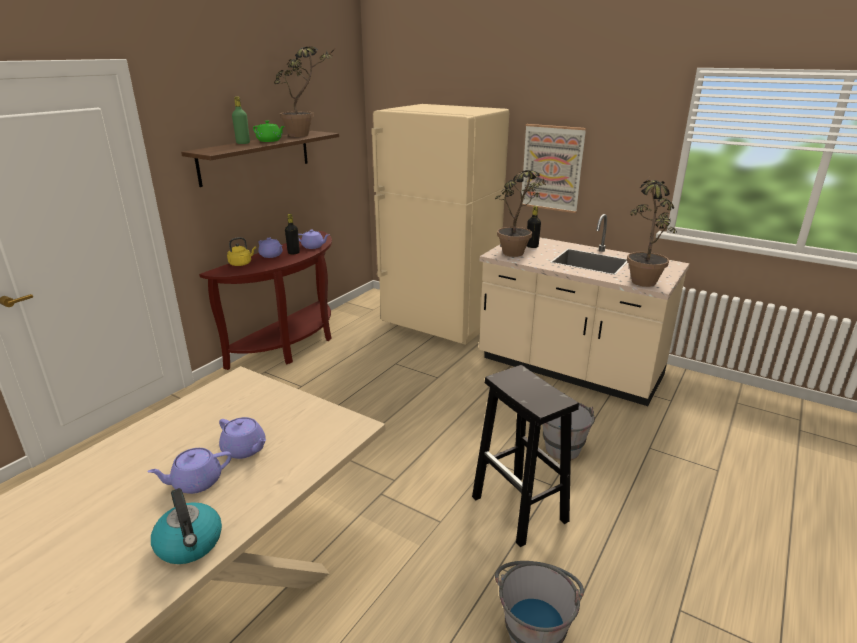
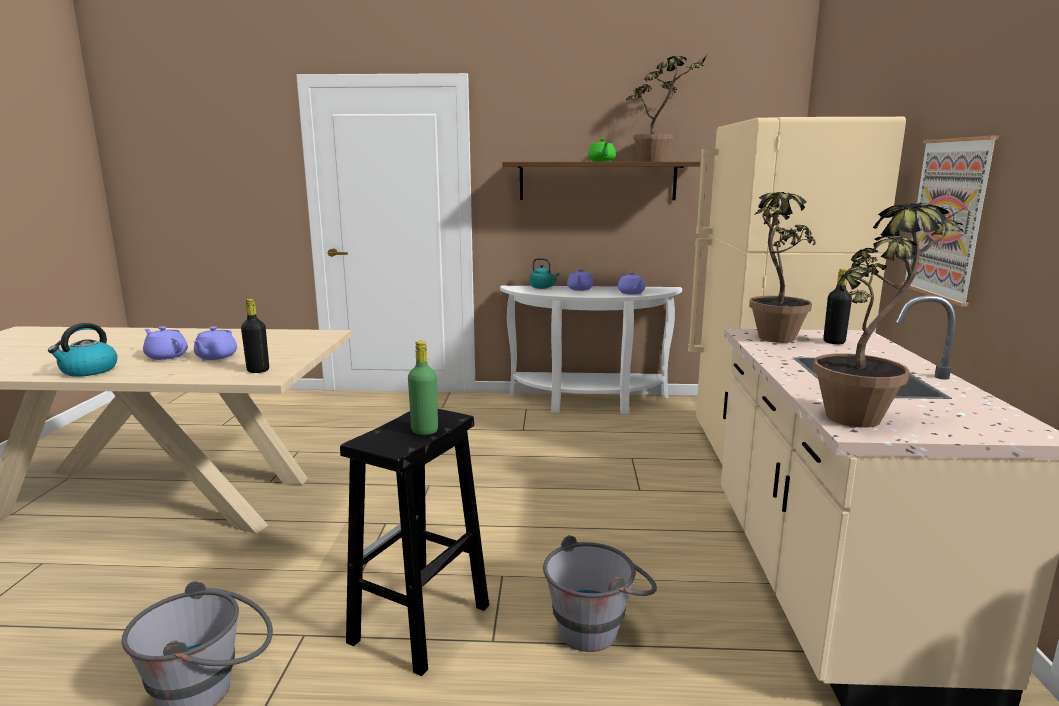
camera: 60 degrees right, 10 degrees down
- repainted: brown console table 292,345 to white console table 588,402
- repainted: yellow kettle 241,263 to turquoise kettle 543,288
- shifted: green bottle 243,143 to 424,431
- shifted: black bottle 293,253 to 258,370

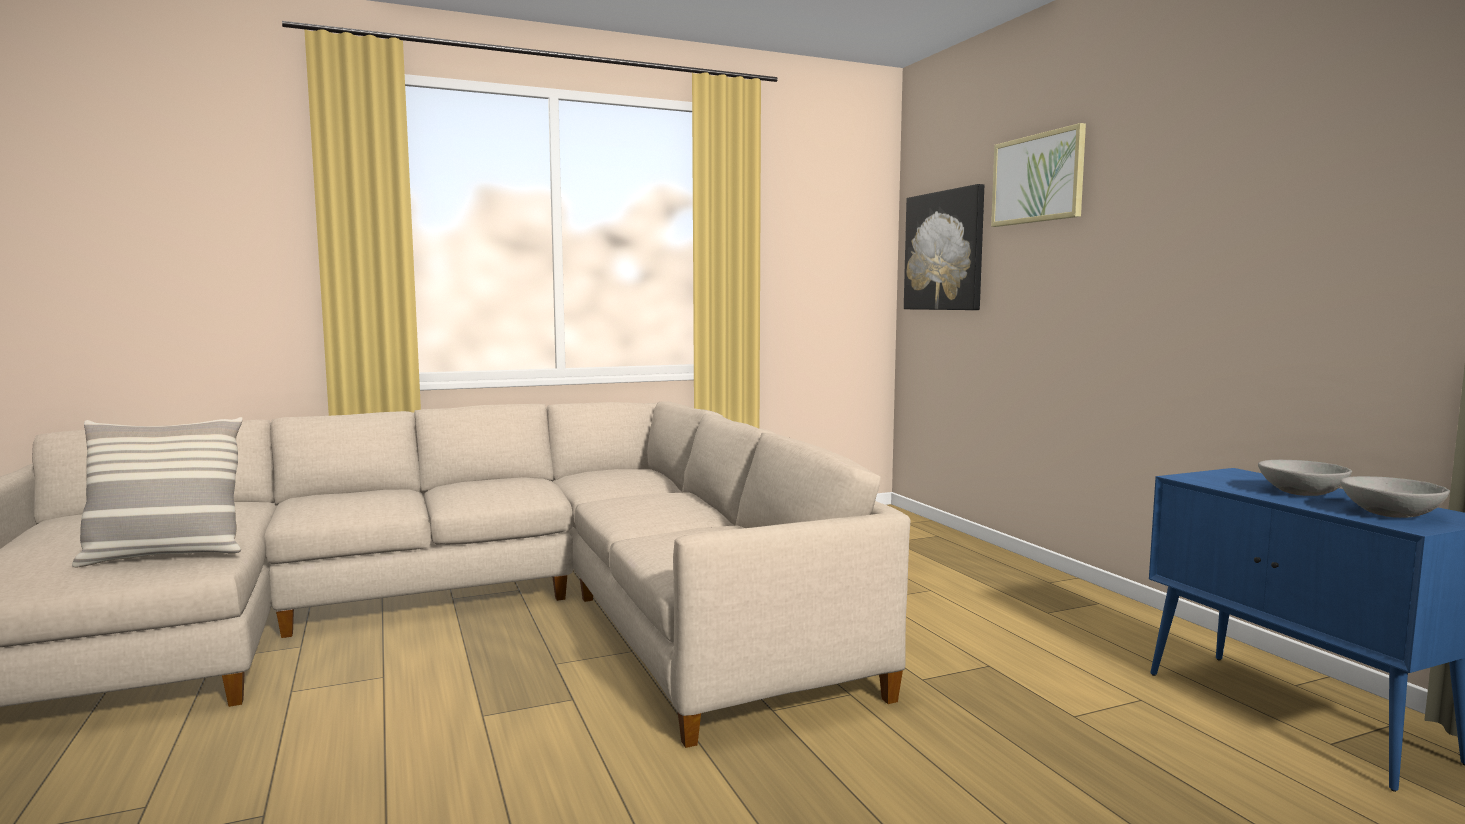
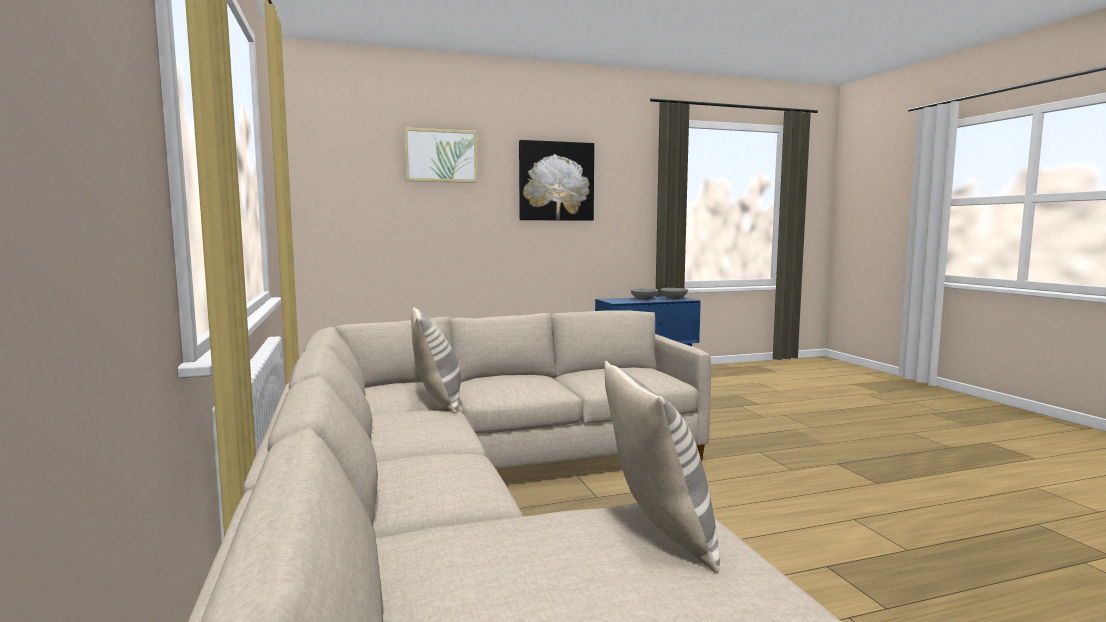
camera: 85 degrees left, 0 degrees up
- shifted: picture 944,251 to 556,181
- new: pillow 437,401

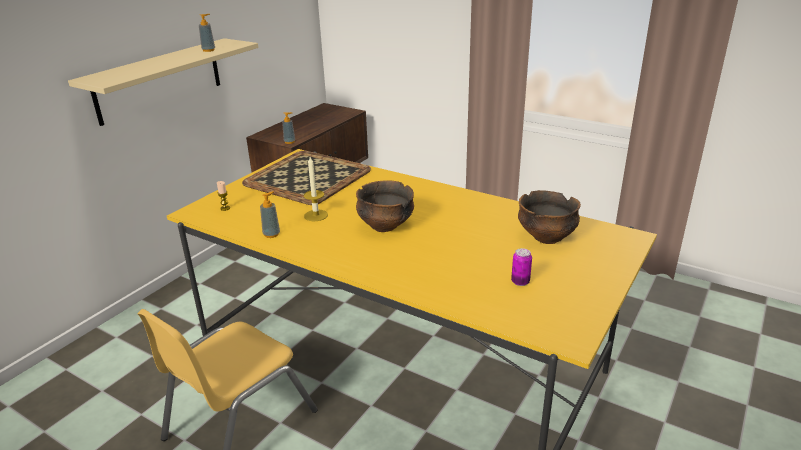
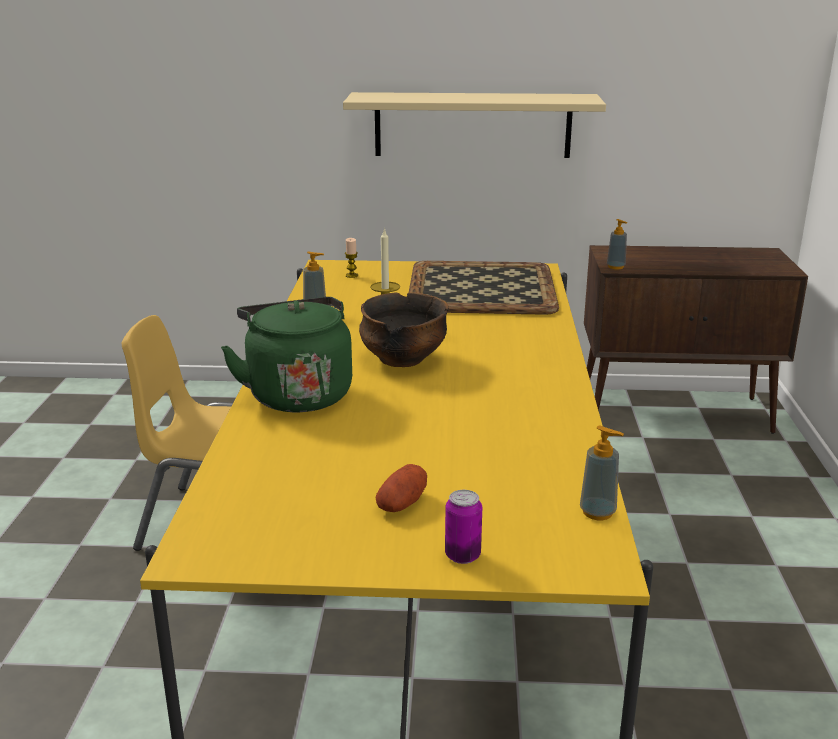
camera: 60 degrees right, 5 degrees down
- shifted: soap dispenser 208,50 to 597,512
- shifted: can 520,282 to 462,556
- gone: bowl 547,237
- new: green kettle 297,394
- new: potato 402,503

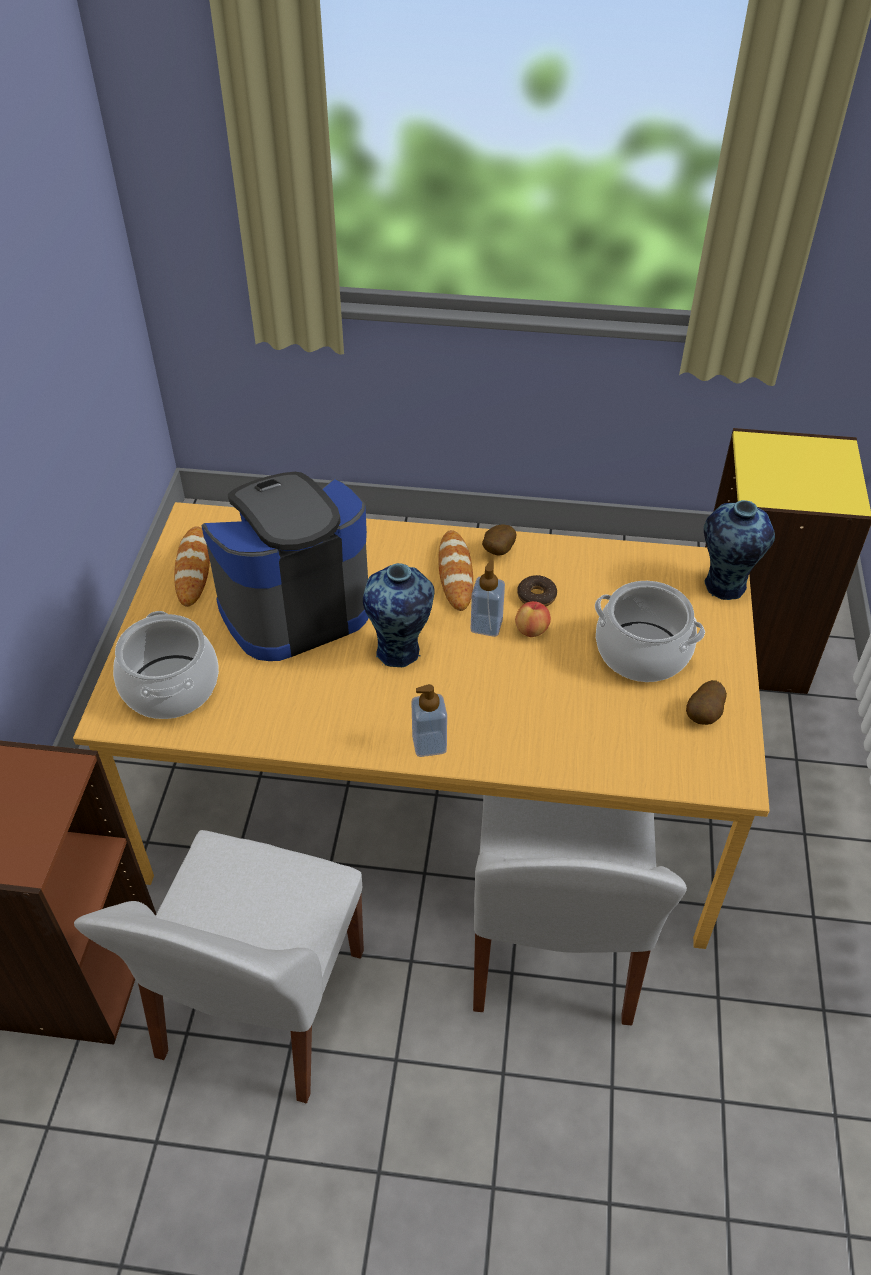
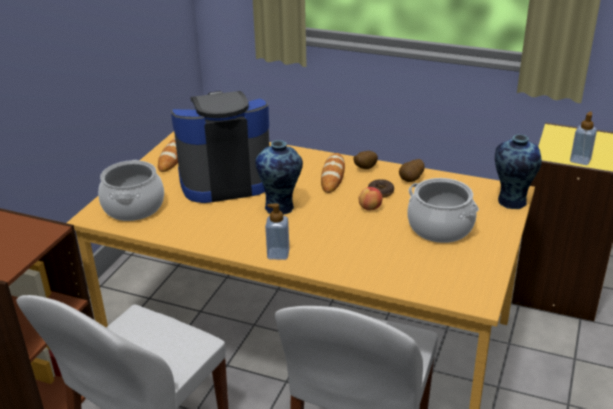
camera: 15 degrees right, 15 degrees down
- shifted: soap dispenser 486,626 to 580,160
- shifted: potato 704,715 to 411,180

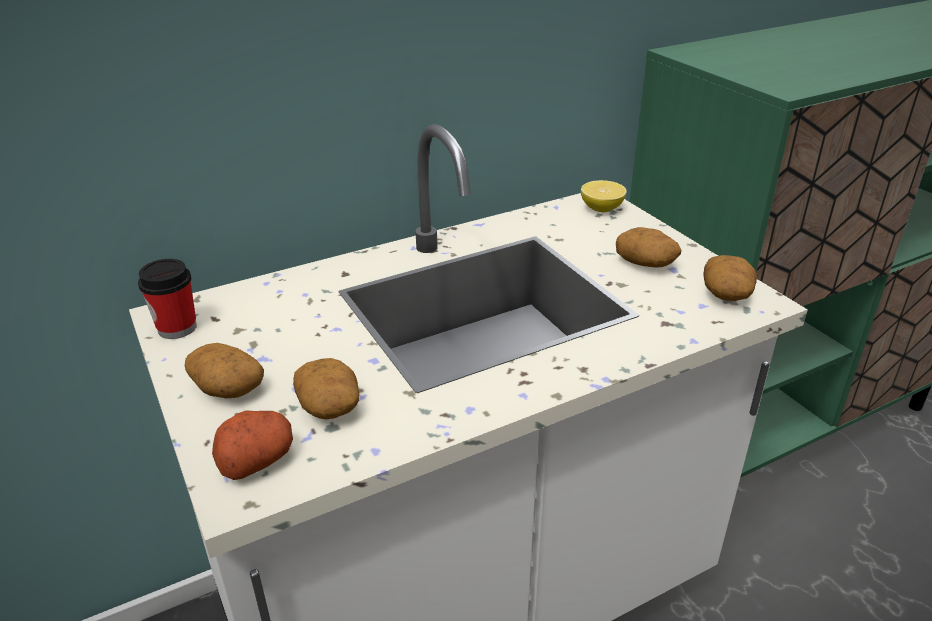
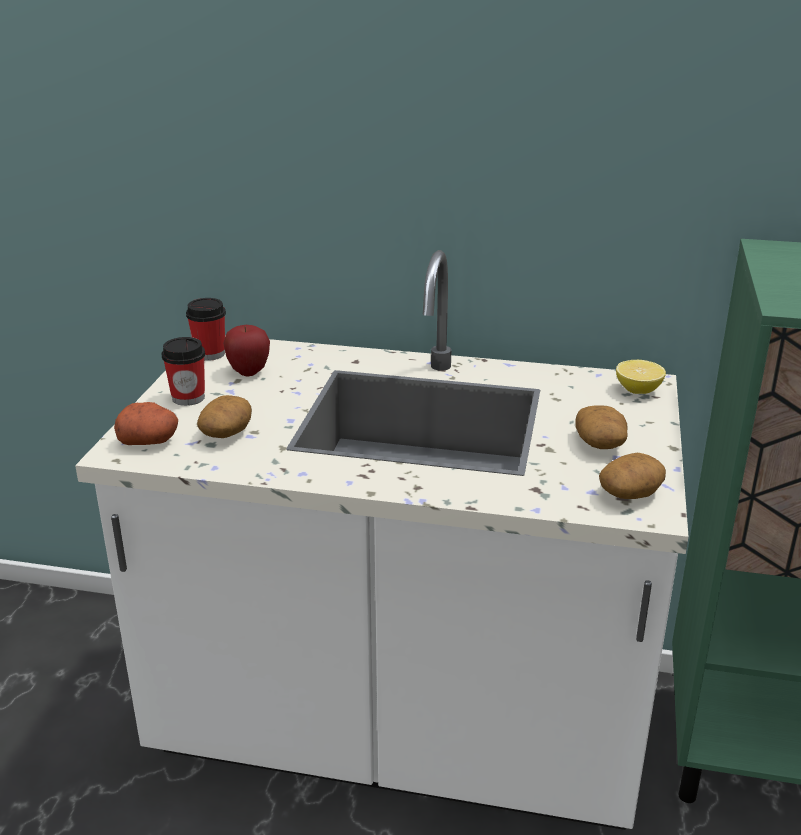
camera: 40 degrees right, 5 degrees down
- swapped: potato 226,388 to cup 188,398
- new: apple 249,372

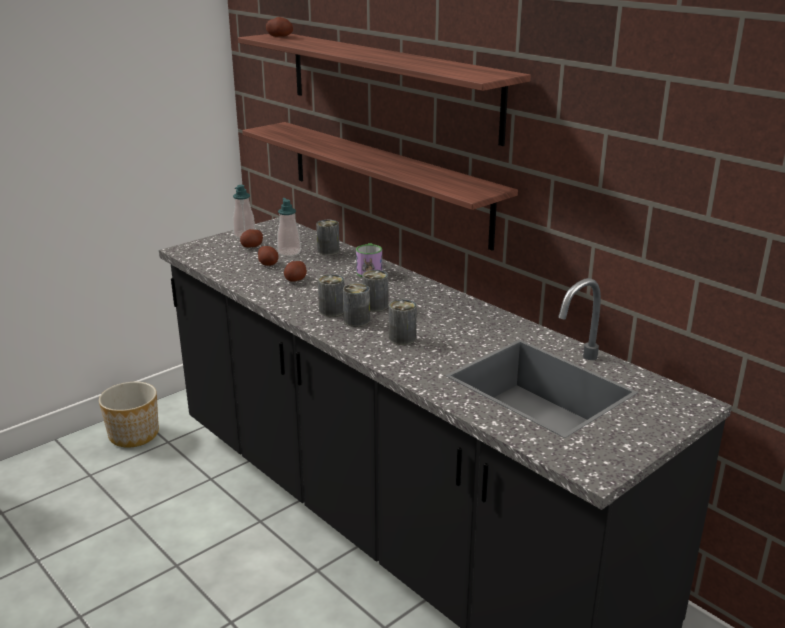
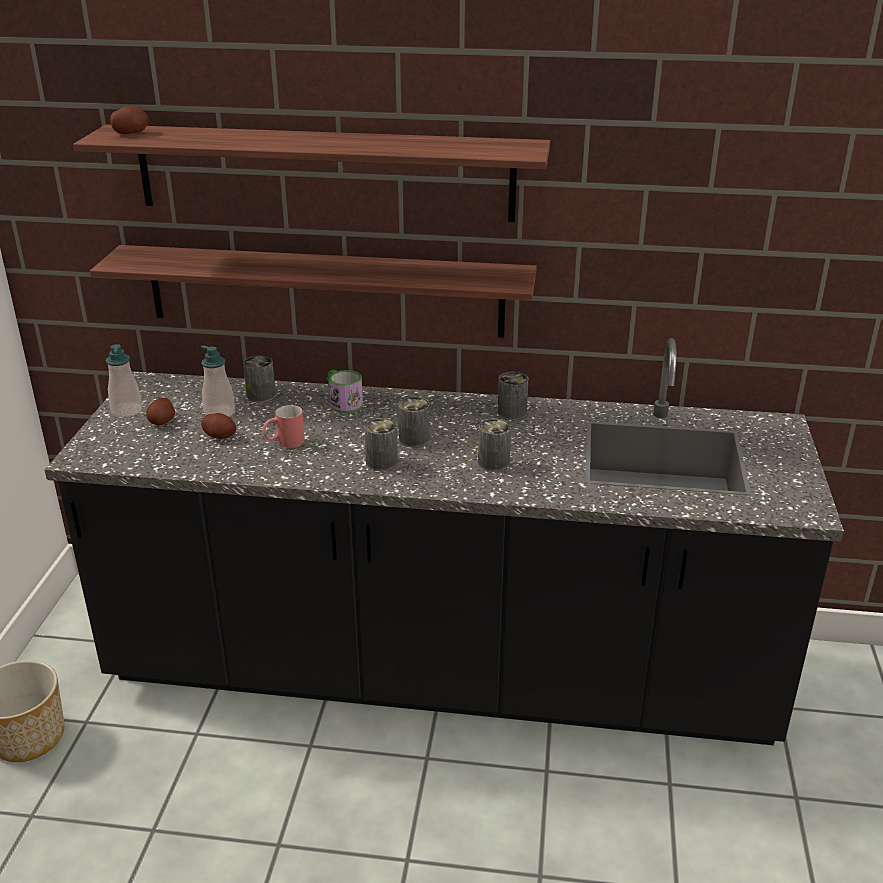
camera: 40 degrees left, 5 degrees up
- swapped: potato 296,280 to red mug 284,443
- shifted: can 356,320 to 512,413

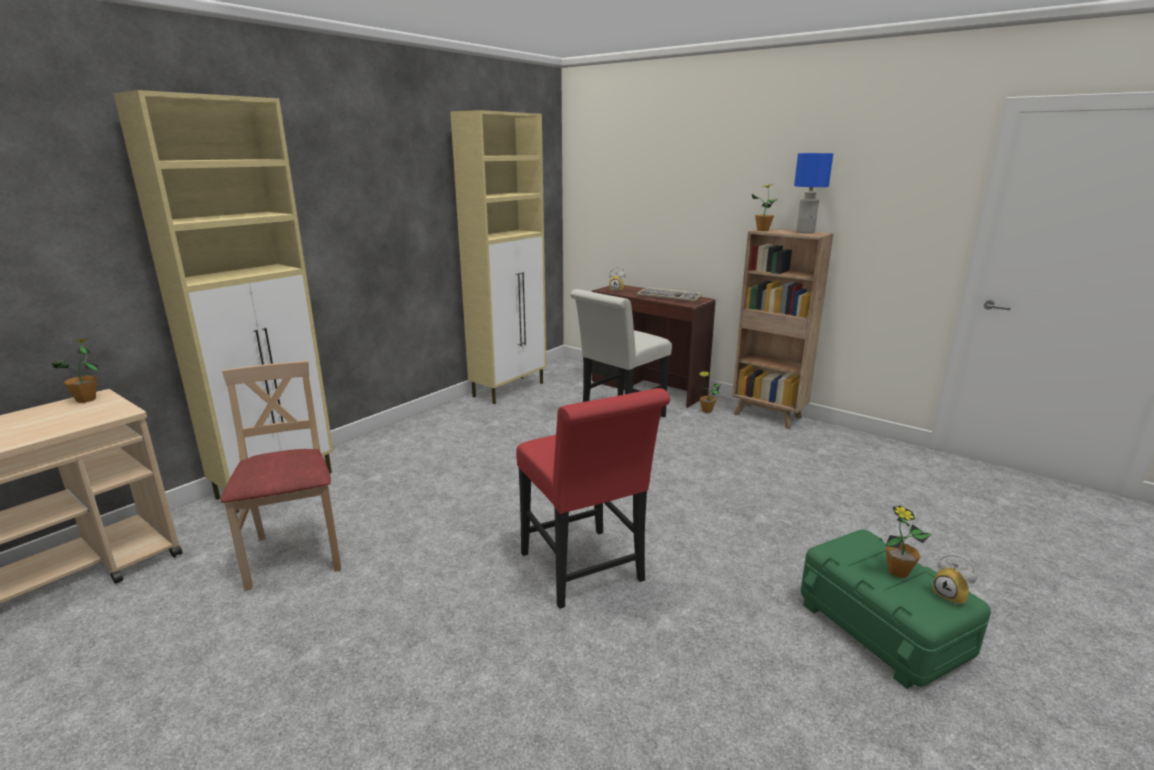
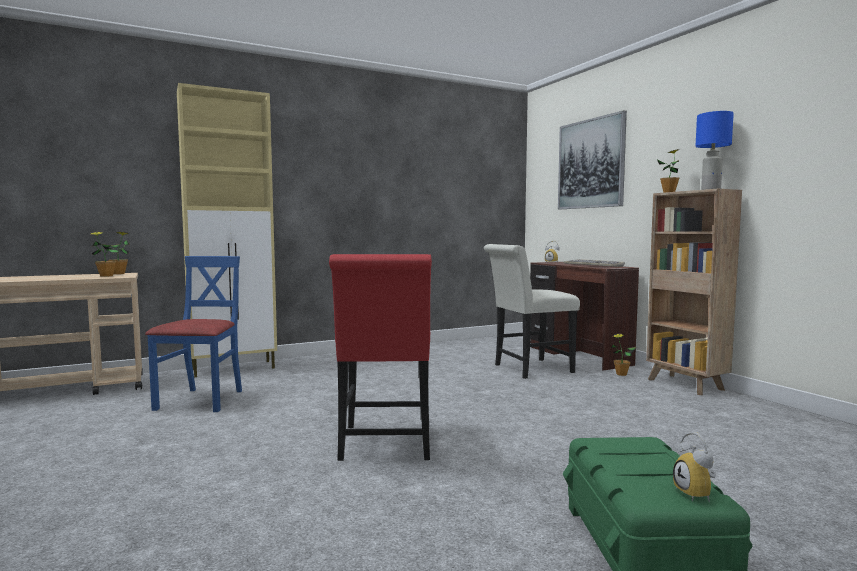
camera: 25 degrees right, 15 degrees down
- repainted: beige chair 295,554 to blue chair 201,400
- gone: beige cabinet 509,389
- shifted: potted plant 898,572 to 106,276
- new: picture 591,164

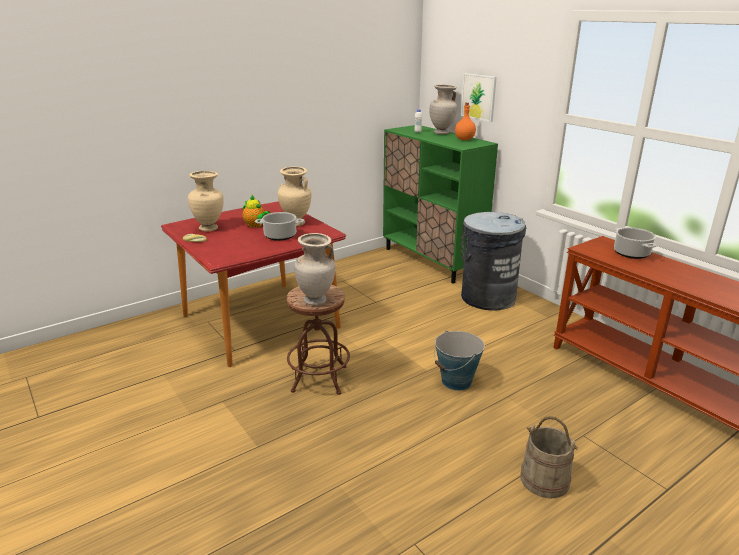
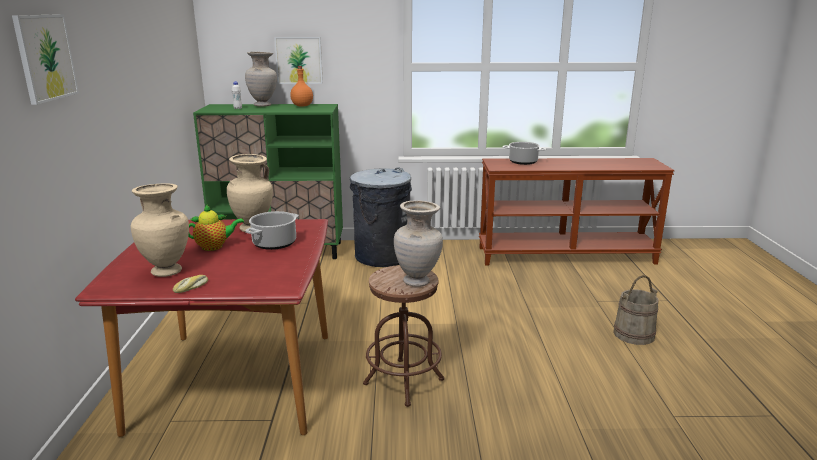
camera: 55 degrees left, 5 degrees down
- gone: bucket 456,381
- new: picture 45,57

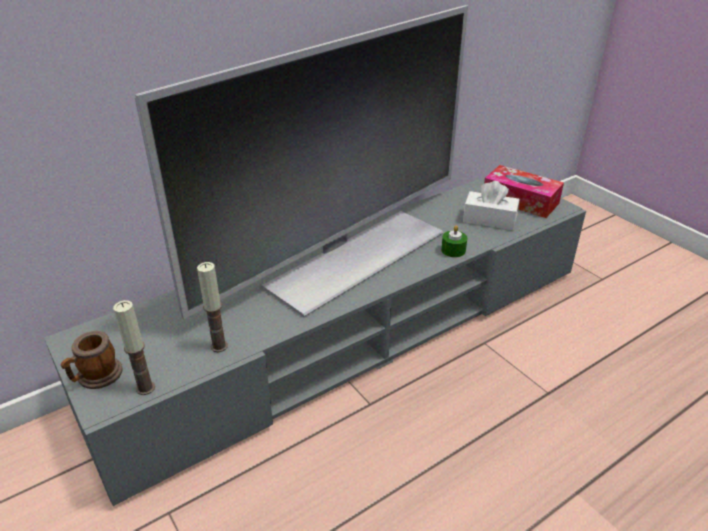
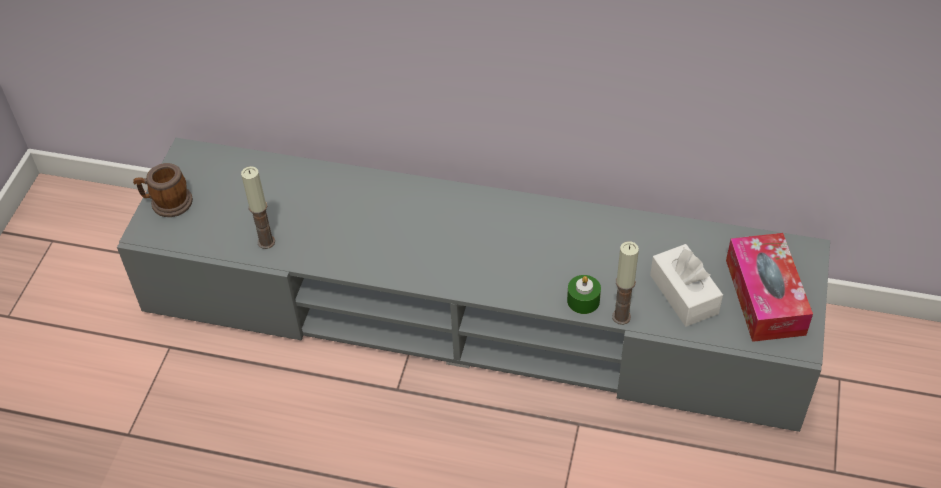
camera: 50 degrees right, 15 degrees up
- shifted: candle 145,388 to 621,317
- gone: television 354,257

